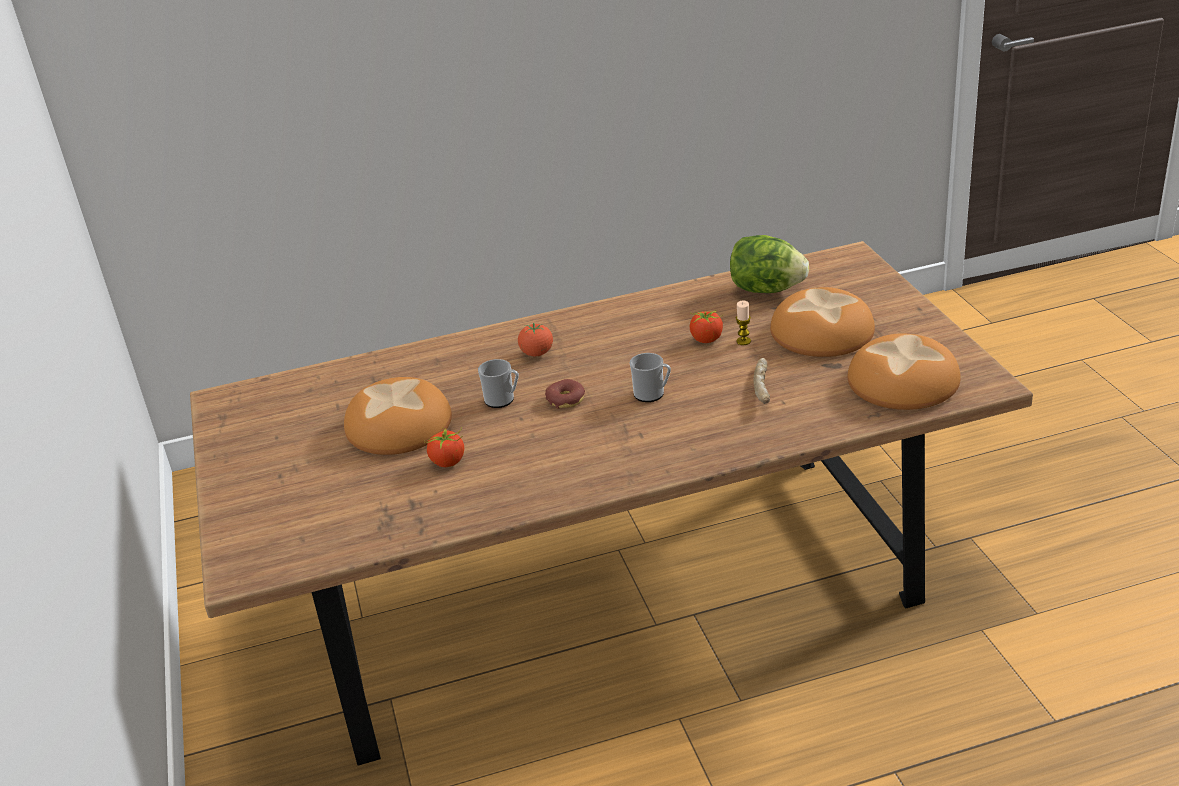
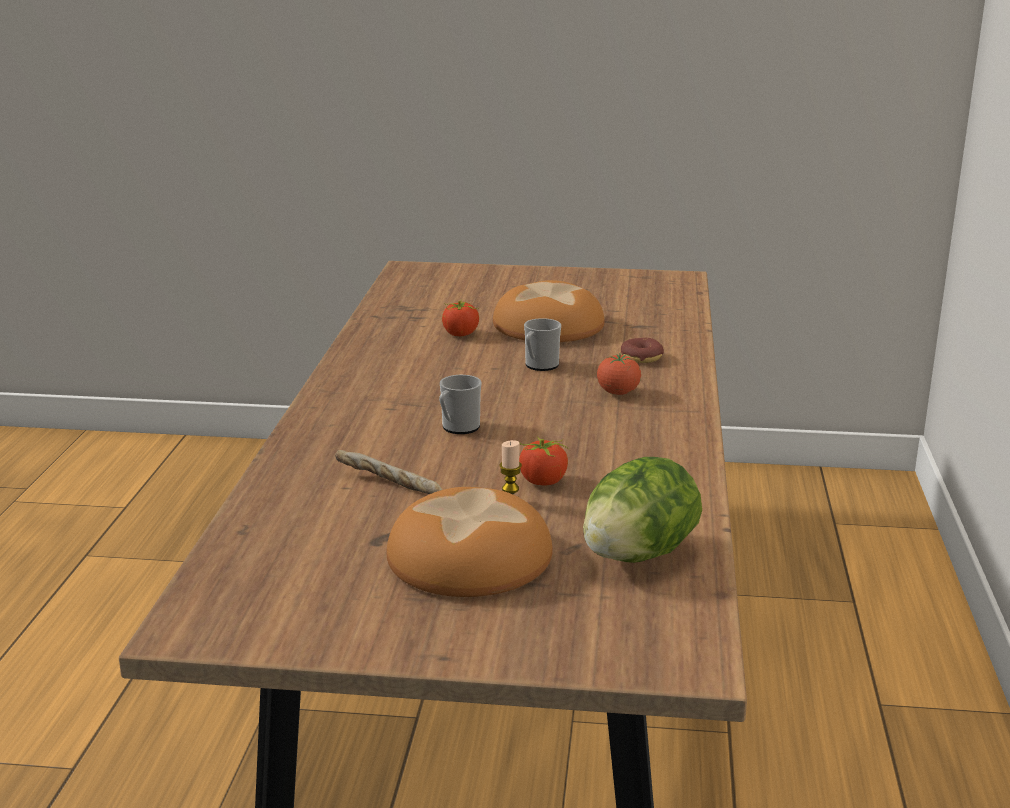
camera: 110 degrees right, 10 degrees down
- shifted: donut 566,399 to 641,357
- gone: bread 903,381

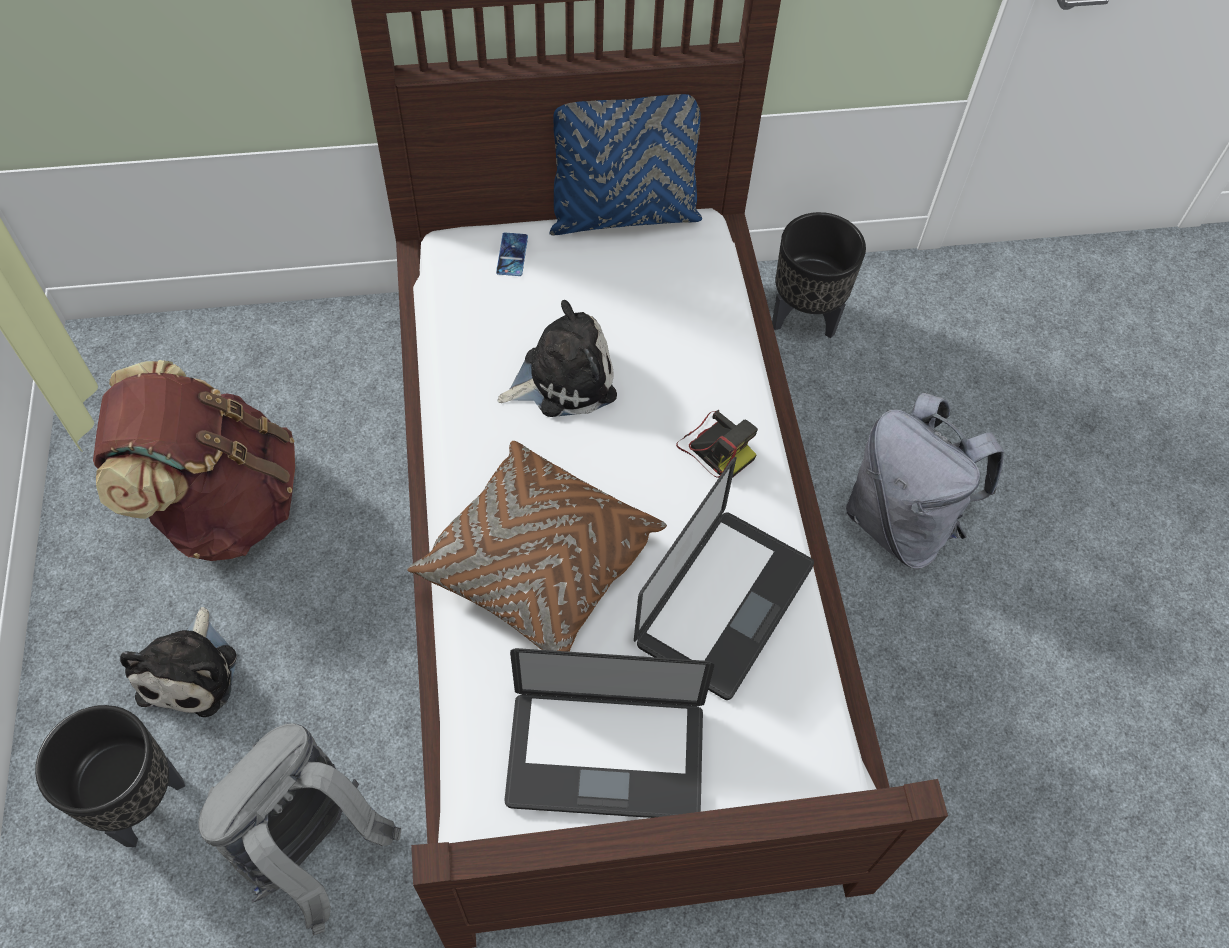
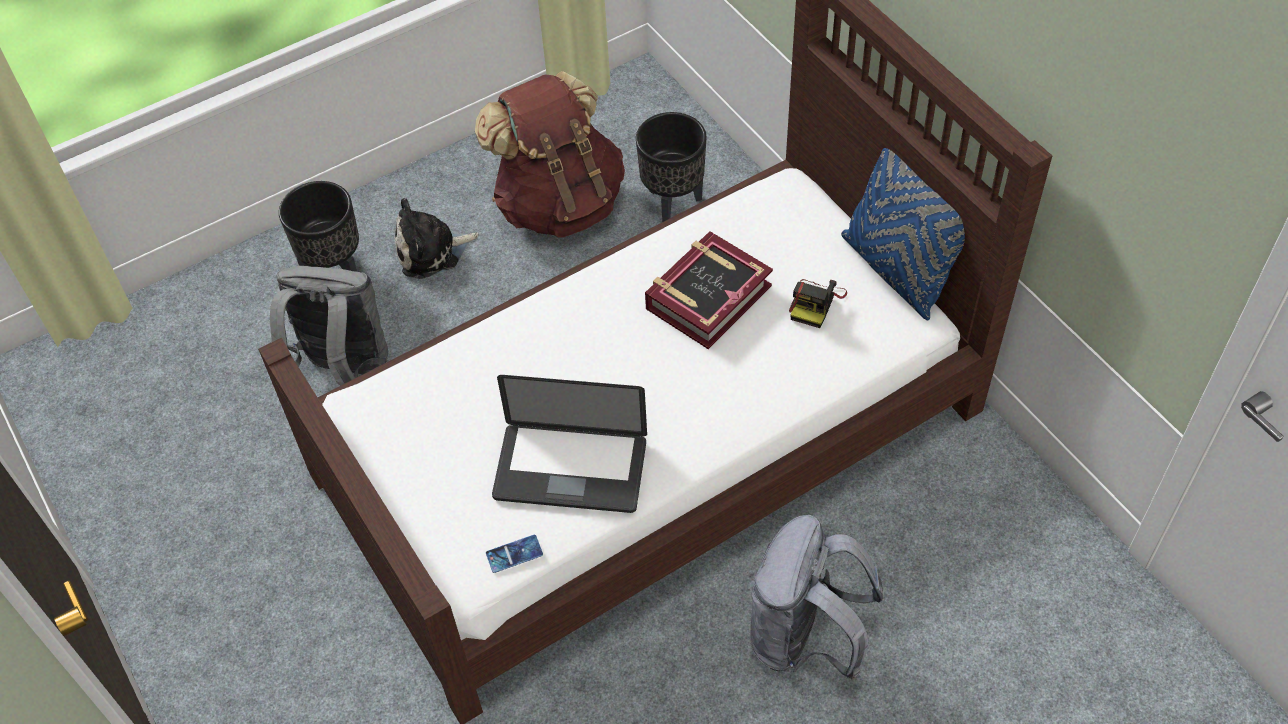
camera: 70 degrees right, 5 degrees down
- gone: brown pillow 539,564
- shifted: phone 512,254 to 514,554
- swapped: plush toy 563,378 to book 707,297
- gone: laptop 605,756
- shifted: photo camera 715,447 to 815,303
- shifted: black planter 804,317 to 673,204

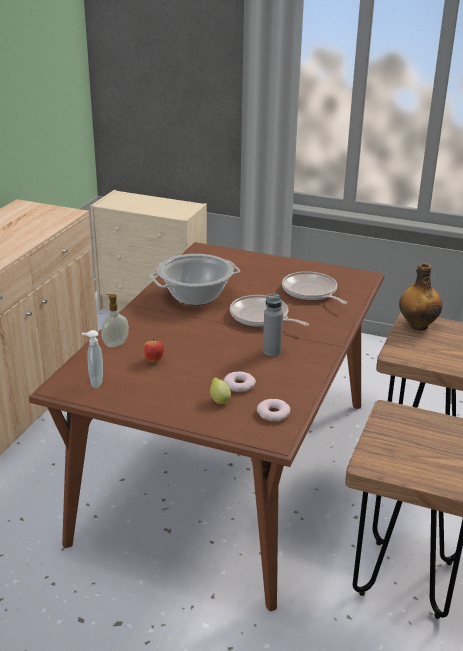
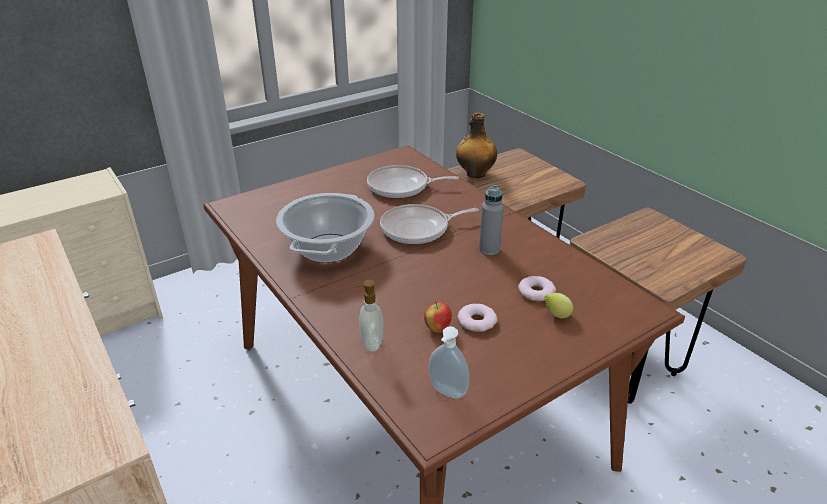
camera: 55 degrees left, 5 degrees up
- shifted: donut 273,413 to 477,321

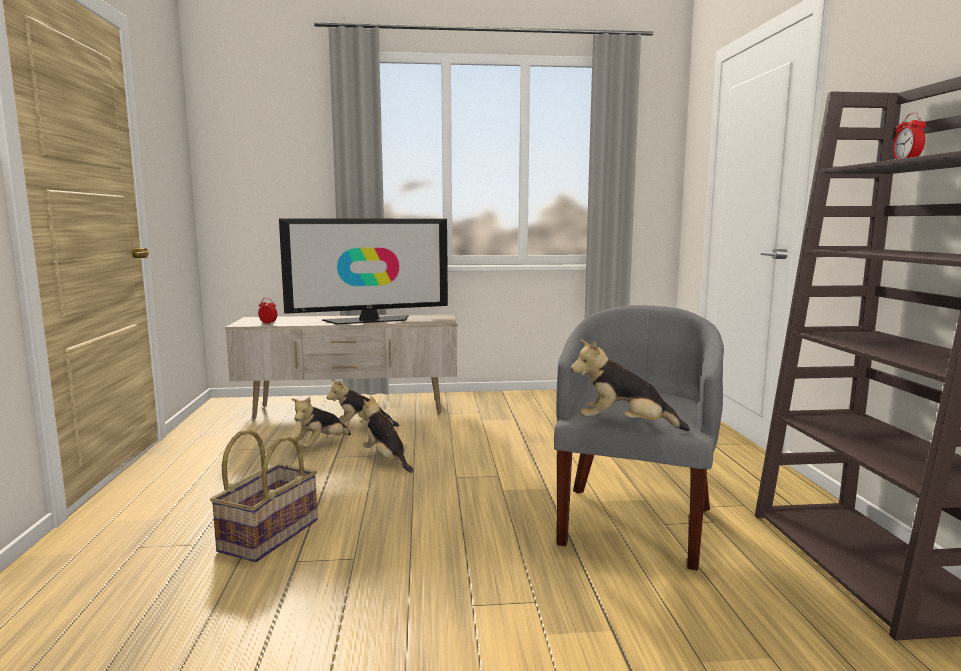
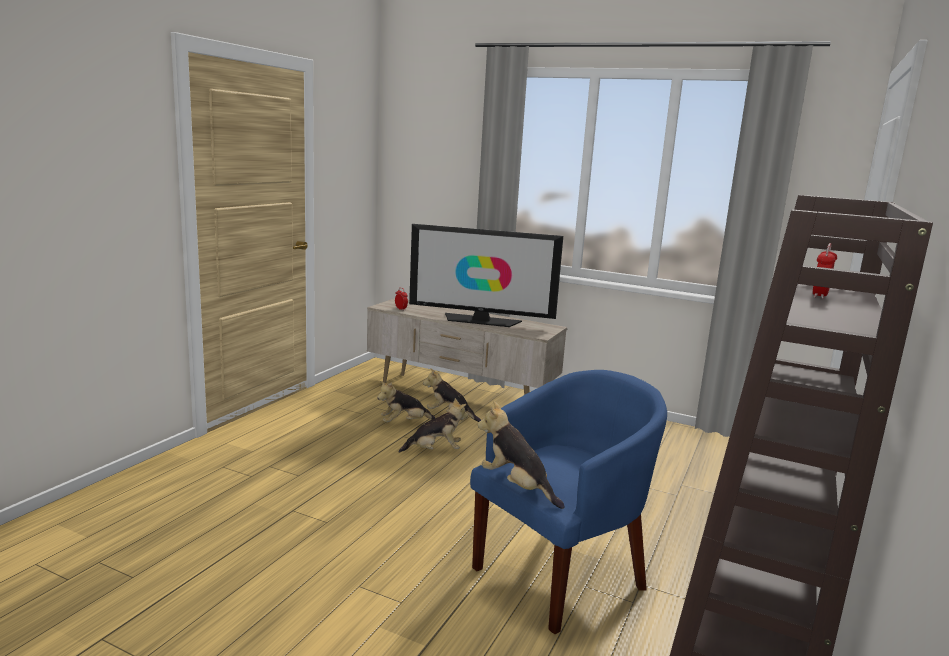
camera: 30 degrees right, 5 degrees up
- gone: basket 268,535
- rotated: plush toy 386,460 = 435,451 90 degrees clockwise
- repainted: grey armchair 634,521 to blue armchair 561,574

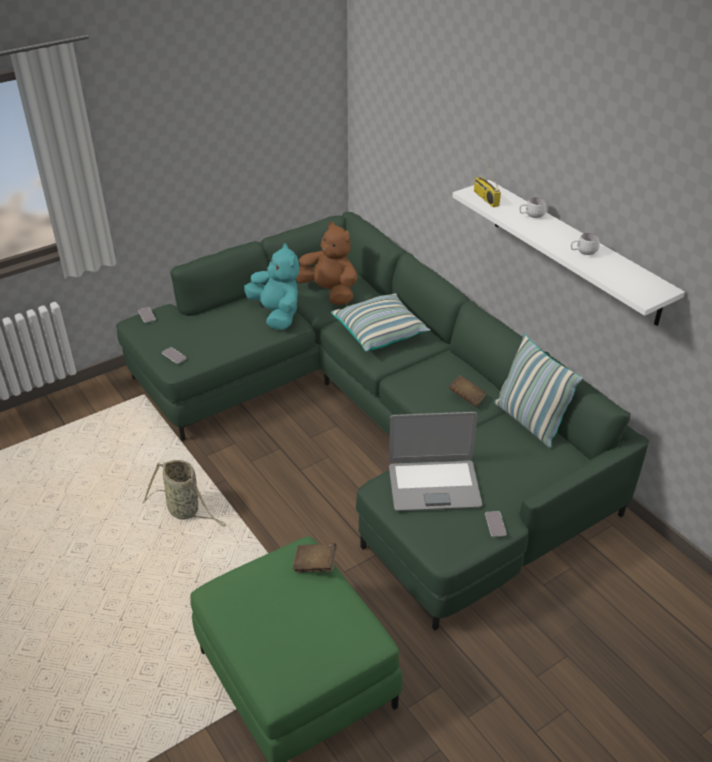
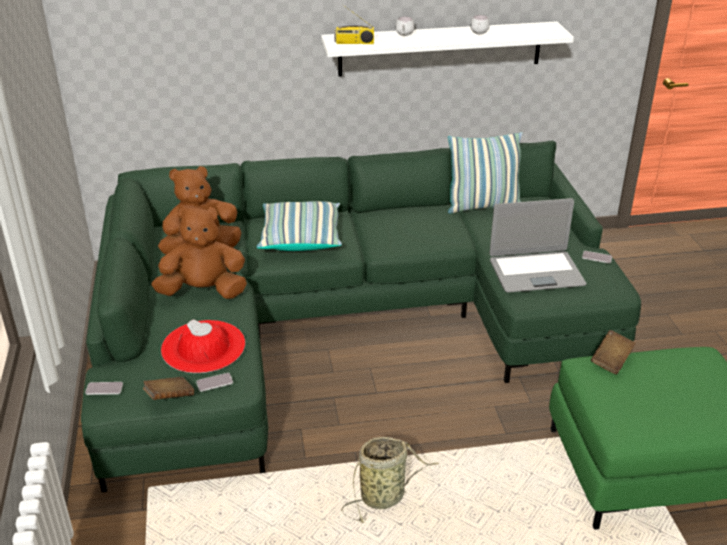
camera: 65 degrees left, 5 degrees down
- repainted: turquoise plush toy 277,314 to brown plush toy 204,291
- rotated: laptop 434,485 = 536,272 60 degrees clockwise
- shifted: brown book 466,398 to 169,397
- new: red hat 203,347

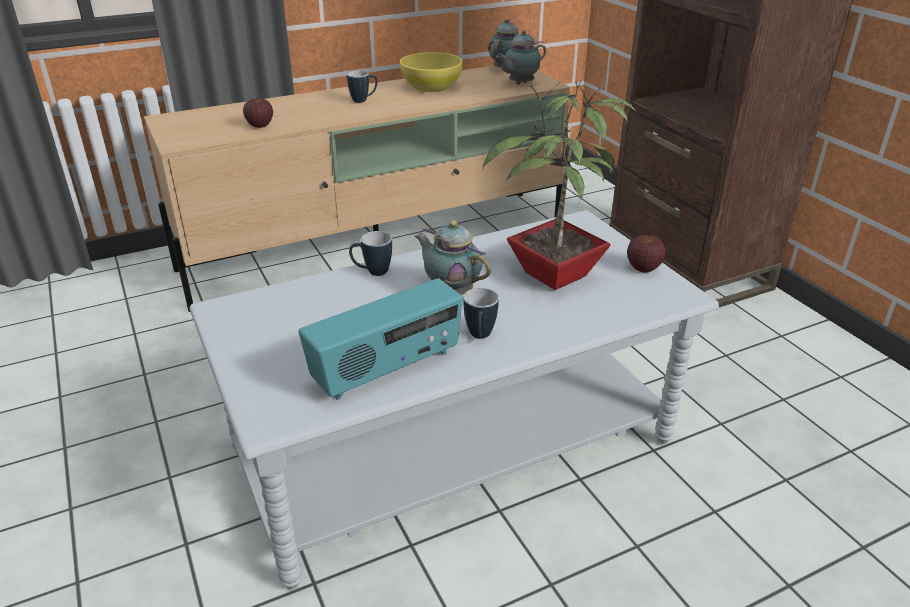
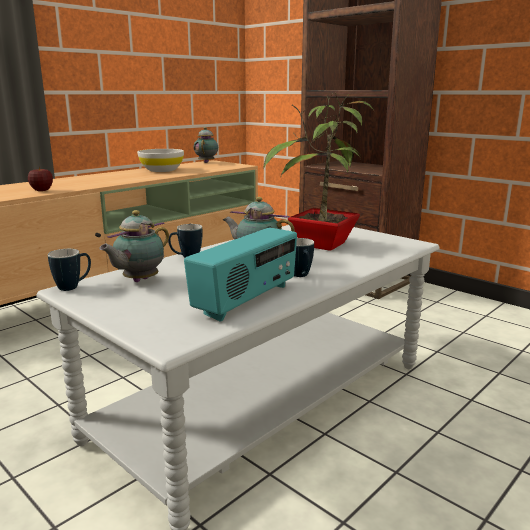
camera: 20 degrees left, 15 degrees down
- shifted: mug 363,100 to 73,286
- repainted: yellow bowl 431,87 to white bowl 162,170
- shifted: teapot 519,84 to 138,281
- gone: apple 643,268

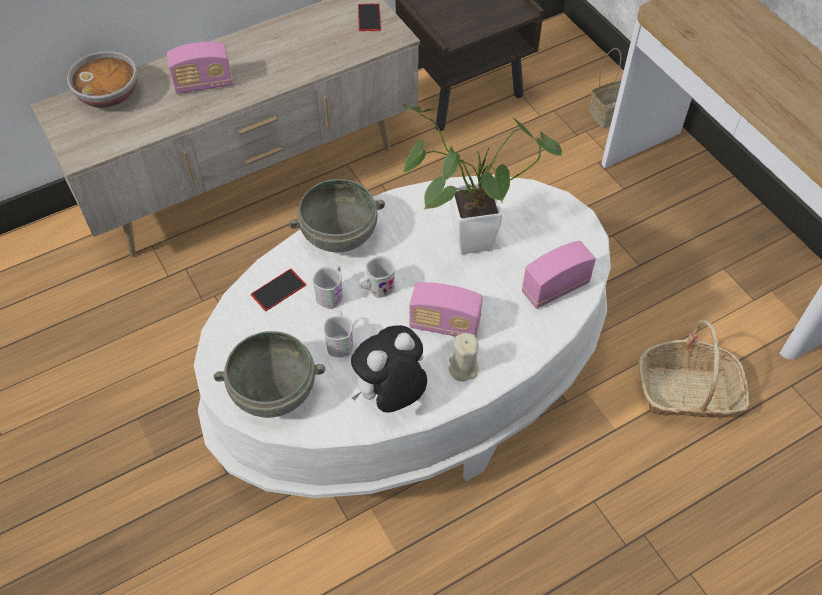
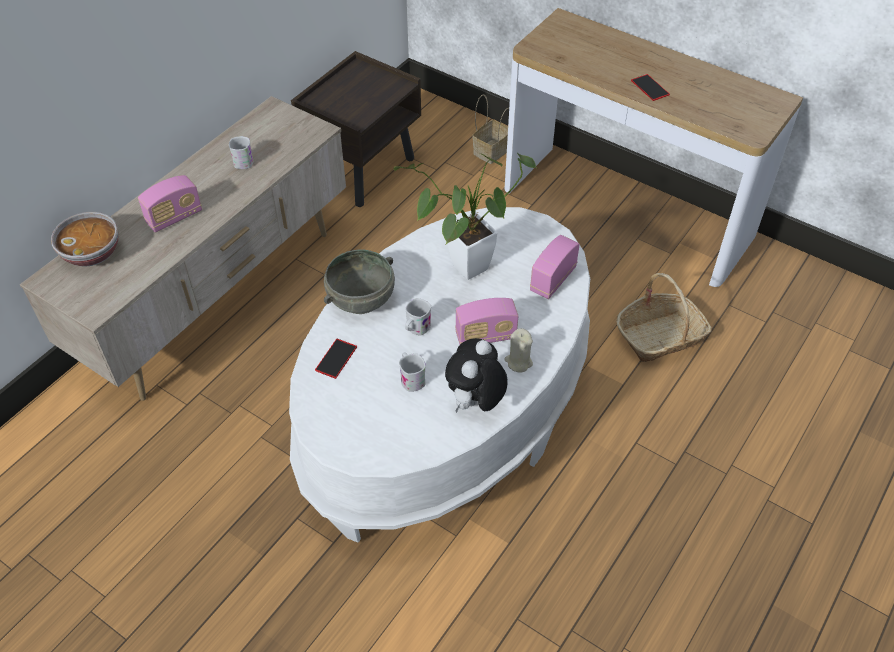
camera: 25 degrees left, 5 degrees down
- gone: grey bowl 273,393
- shifted: white mug 331,293 to 244,160
- shifted: phone 369,17 to 650,87

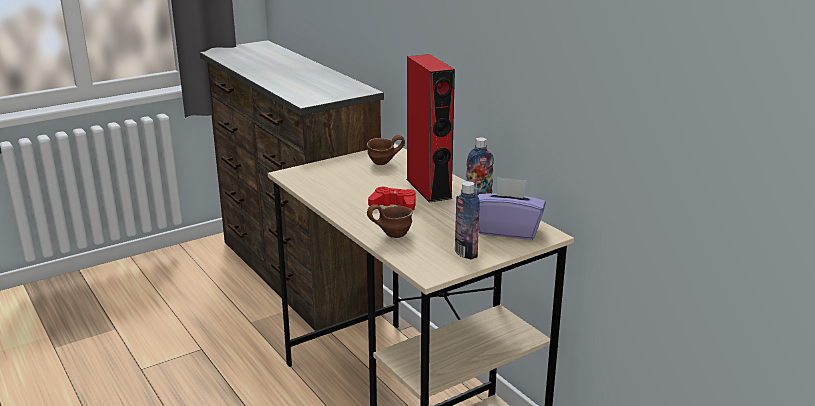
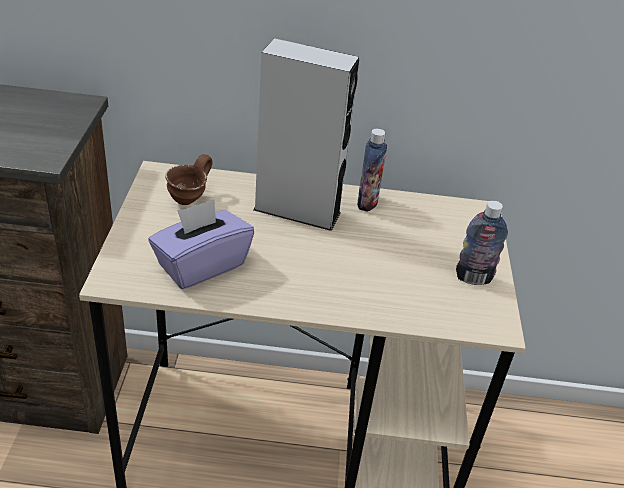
camera: 55 degrees left, 15 degrees up
- gone: brown mug 391,235
- gone: red game controller 394,205
- repainted: red speaker 428,188 to grey speaker 297,211
- shifted: purple tissue box 508,230 to 201,265

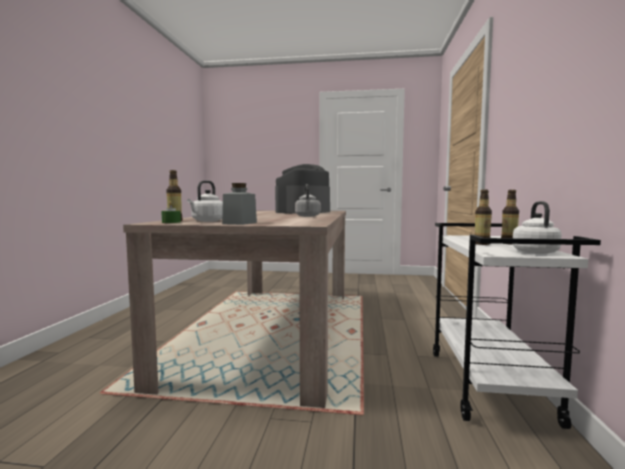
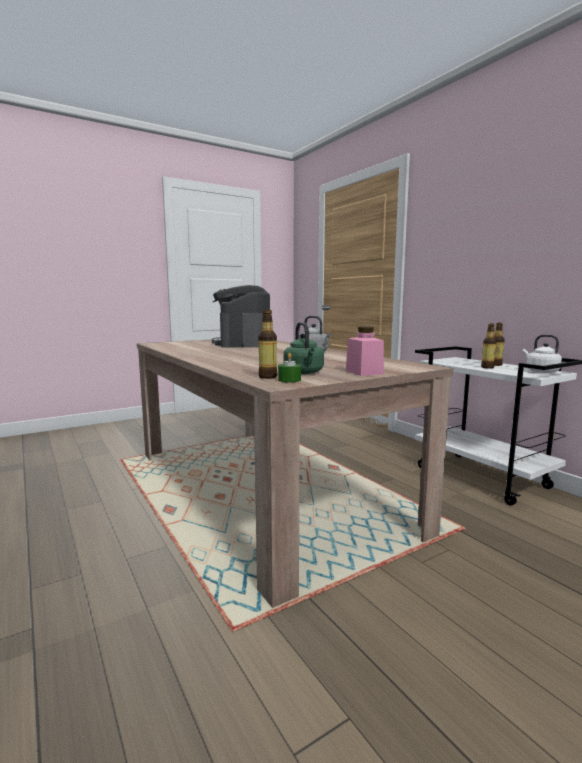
camera: 40 degrees left, 5 degrees up
- repainted: white kettle 207,221 to green kettle 304,373
- repainted: grey jar 240,223 to pink jar 364,372

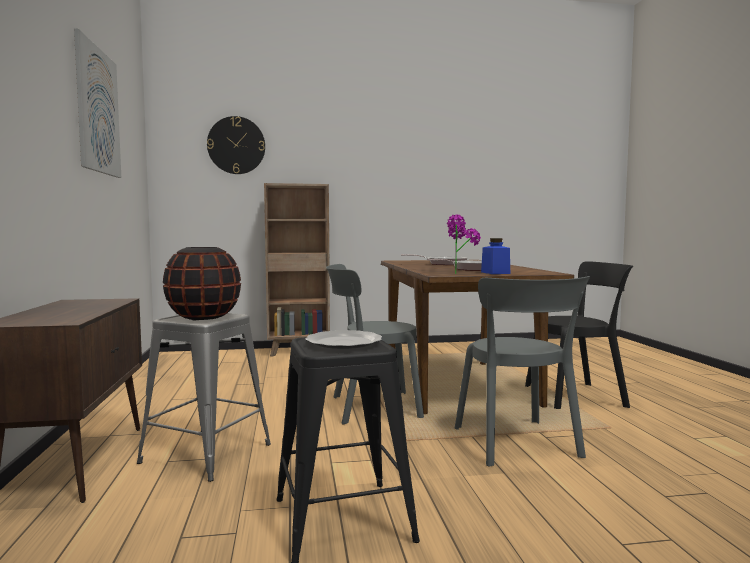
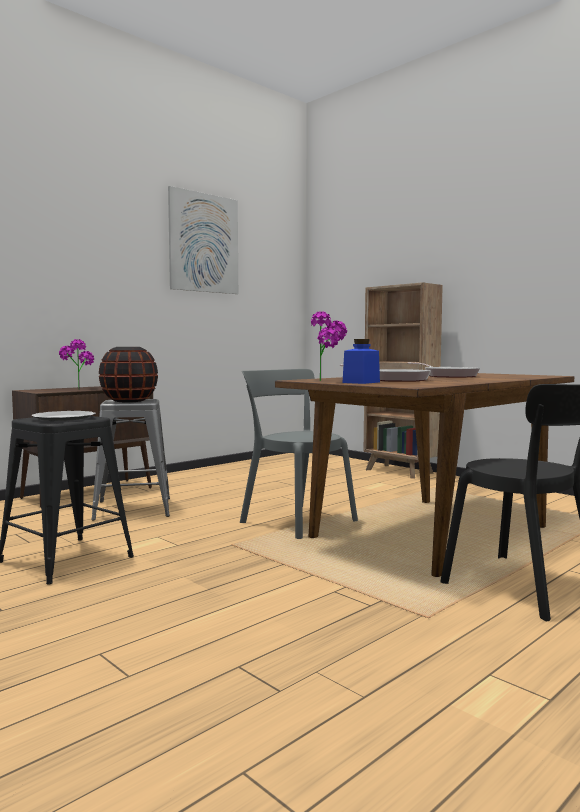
camera: 55 degrees right, 0 degrees up
- gone: wall clock 236,145
- gone: grey chair 518,445
- new: potted plant 77,389

